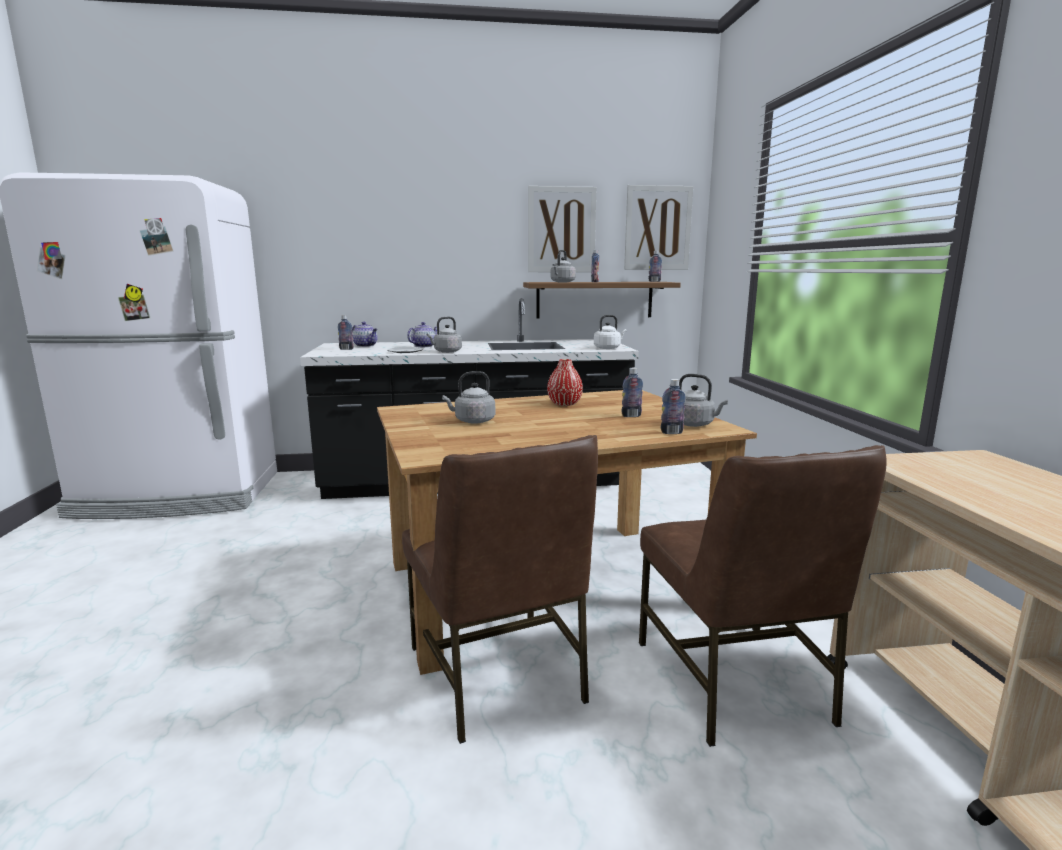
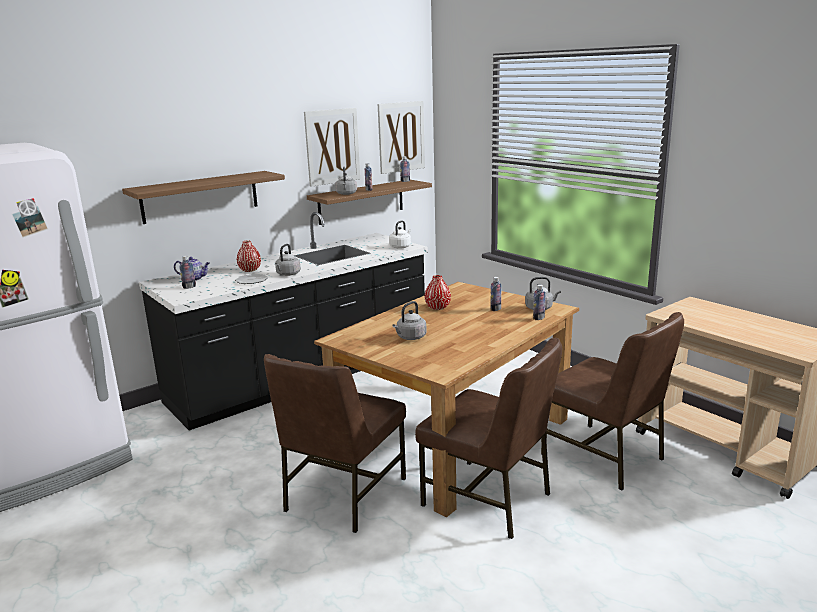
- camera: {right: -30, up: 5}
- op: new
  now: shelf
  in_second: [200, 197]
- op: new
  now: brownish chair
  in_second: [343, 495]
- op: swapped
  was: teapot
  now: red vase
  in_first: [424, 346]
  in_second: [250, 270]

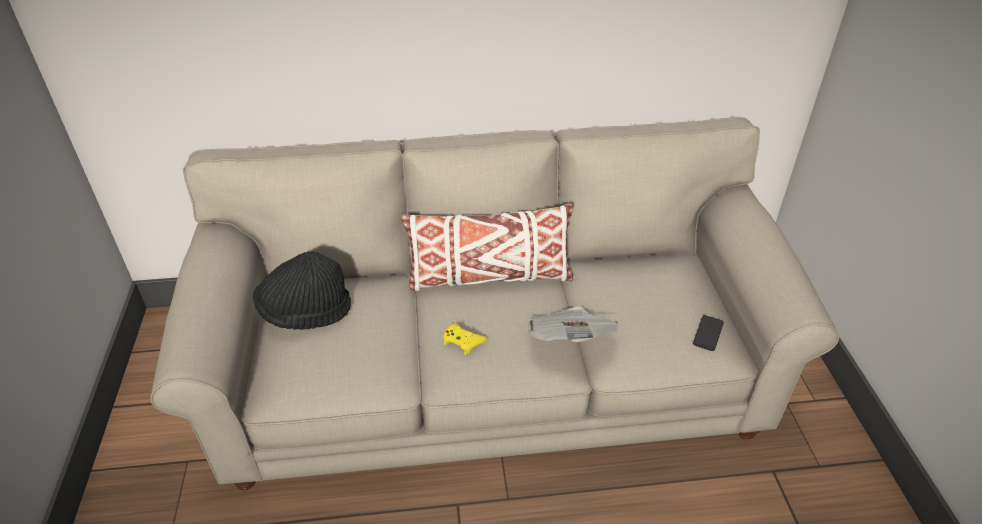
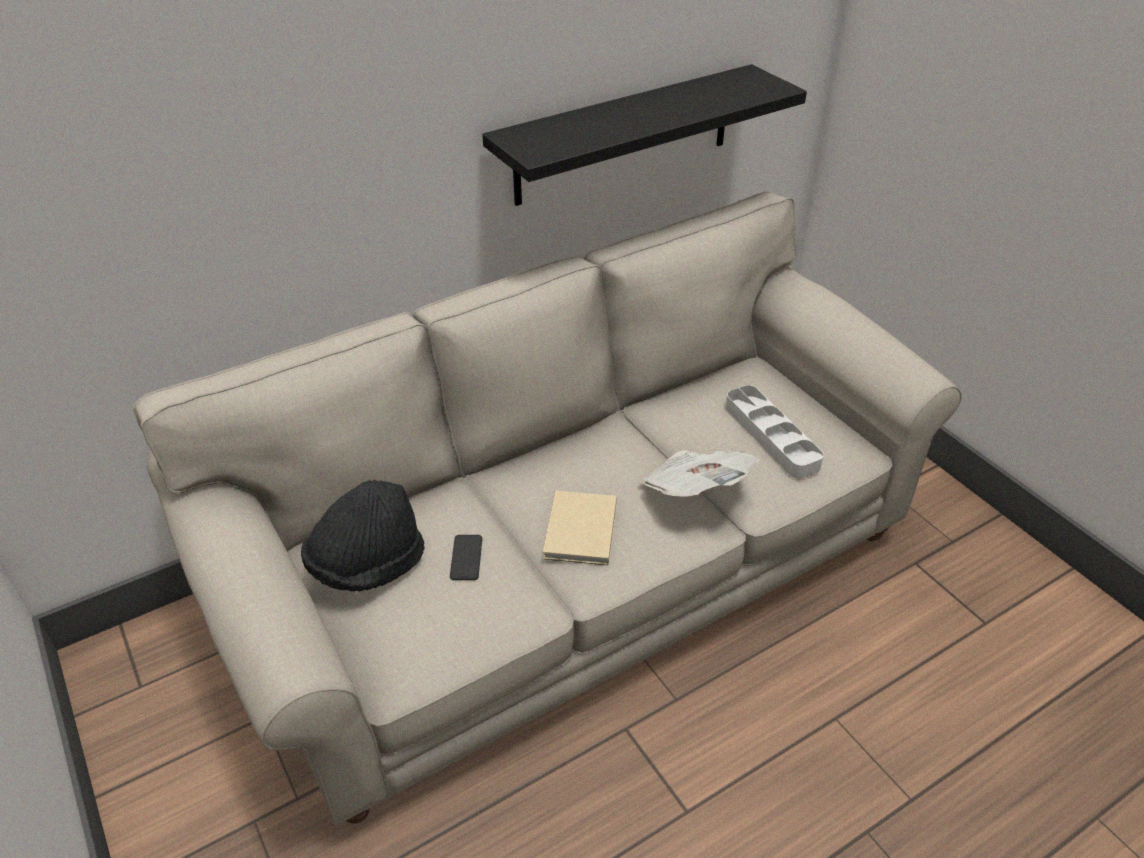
- camera: {right: -25, up: 0}
- op: gone
  was: white-coloured cushion
  in_first: [489, 277]
- op: new
  now: black shelf
  in_second: [624, 135]
- op: new
  now: greyish tray
  in_second: [771, 436]
- op: shifted
  was: phone
  in_first: [708, 333]
  in_second: [466, 558]
- op: swapped
  was: yellow gamepad
  now: sand-coloured volume
  in_first: [463, 341]
  in_second: [579, 532]

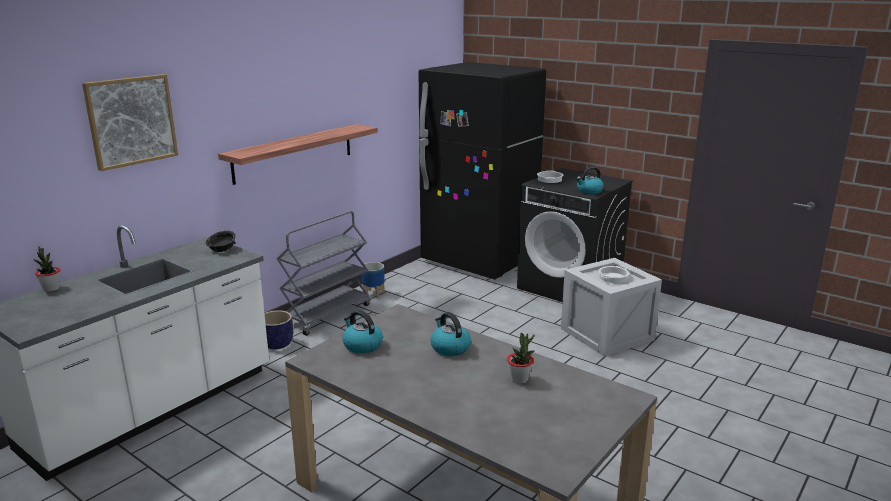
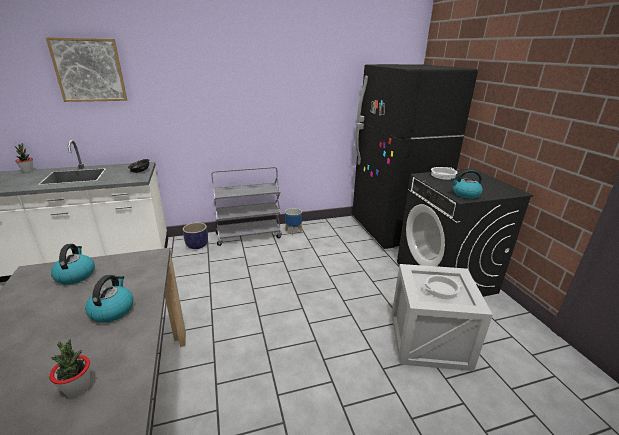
- camera: {right: 35, up: 5}
- op: gone
  was: shelf
  in_first: [294, 153]

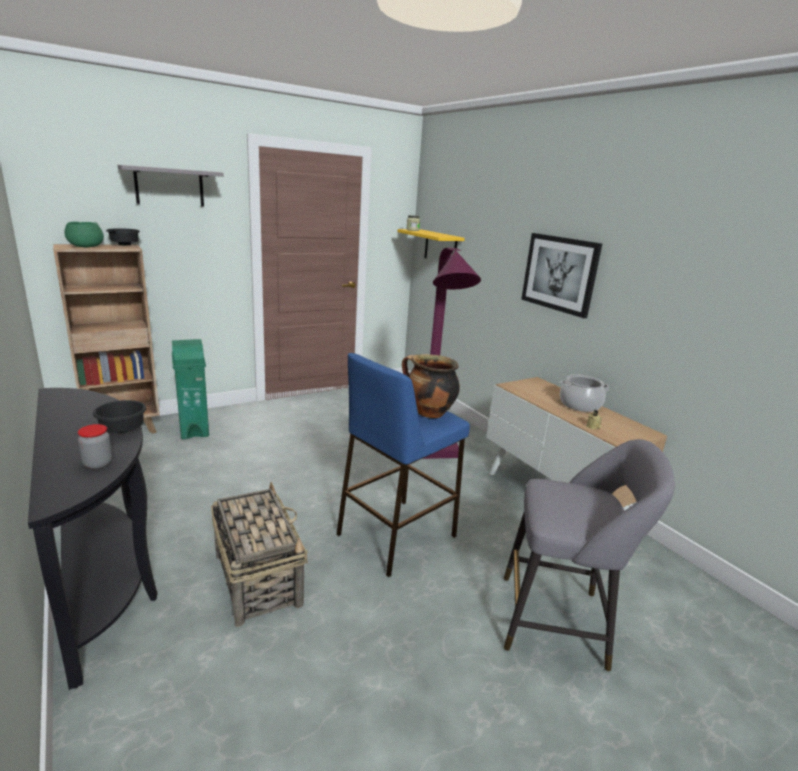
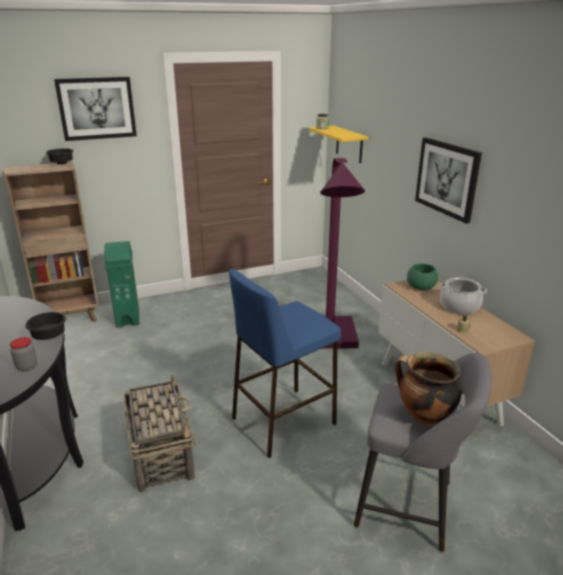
- camera: {right: 10, up: 5}
- op: shifted
  was: green deep dish
  in_first: [86, 246]
  in_second: [421, 286]
- op: shifted
  was: saucepot
  in_first: [428, 413]
  in_second: [423, 416]
- op: swapped
  was: greyish shelf
  now: wall picture
  in_first: [169, 186]
  in_second: [97, 108]

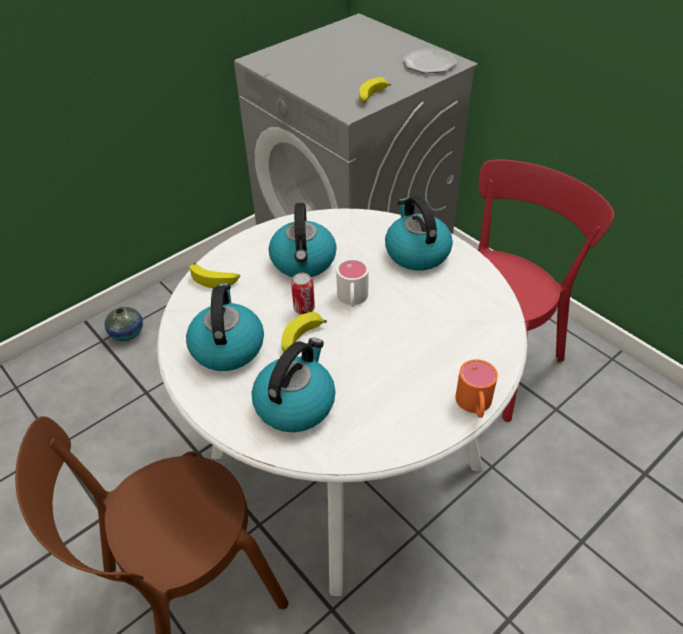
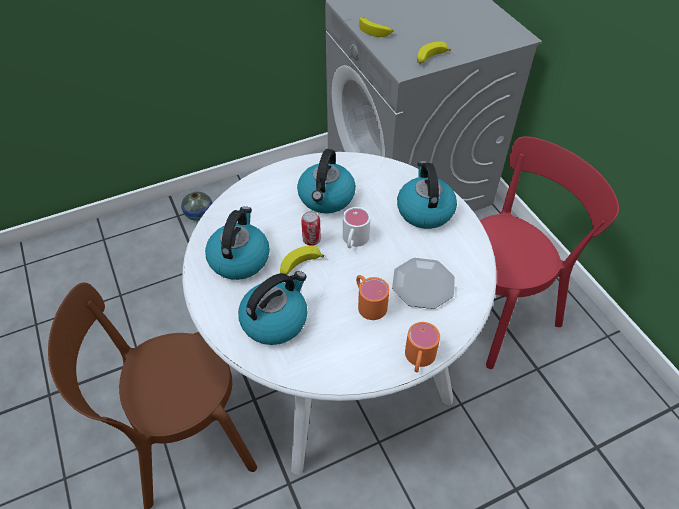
- camera: {right: 15, up: 5}
- op: new
  now: orangey coffee mug
  in_second: [368, 302]
- op: shifted
  was: whole banana
  in_first: [215, 279]
  in_second: [375, 31]
- op: shifted
  was: dinner plate
  in_first: [429, 63]
  in_second: [423, 284]

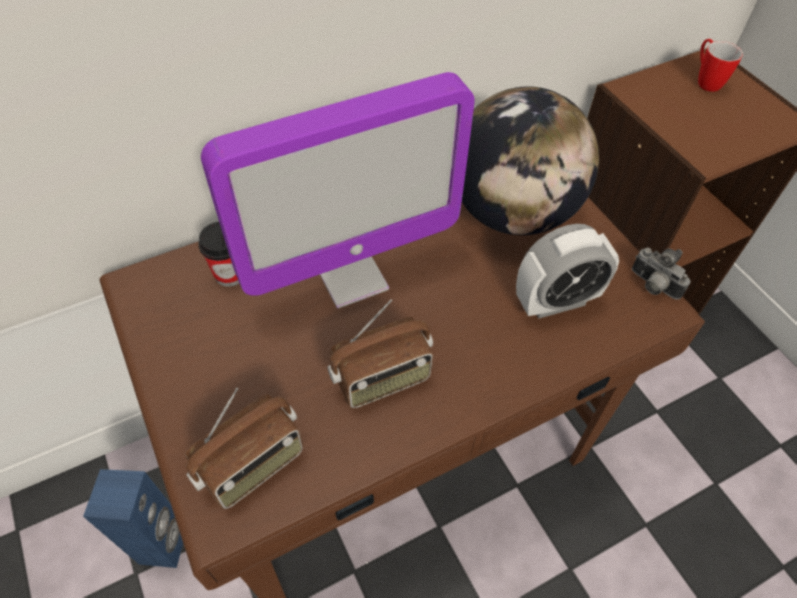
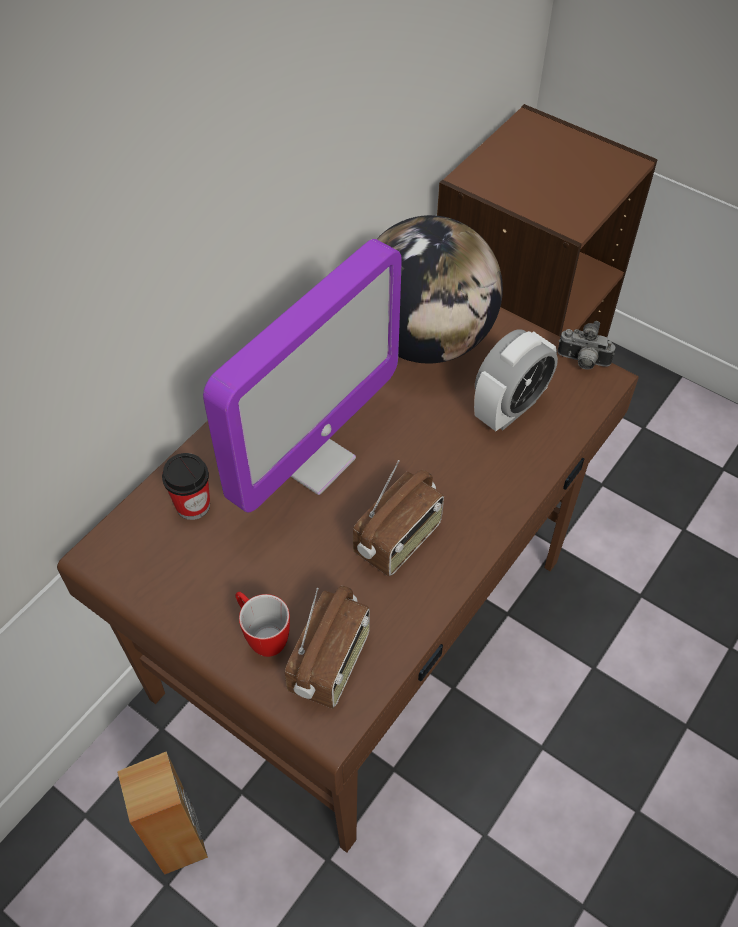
- camera: {right: -25, up: 0}
- op: shifted
  was: coffee mug
  in_first: [705, 81]
  in_second: [262, 635]
- op: repainted
  was: bluish audio speaker
  now: brownish audio speaker
  in_first: [164, 544]
  in_second: [180, 842]

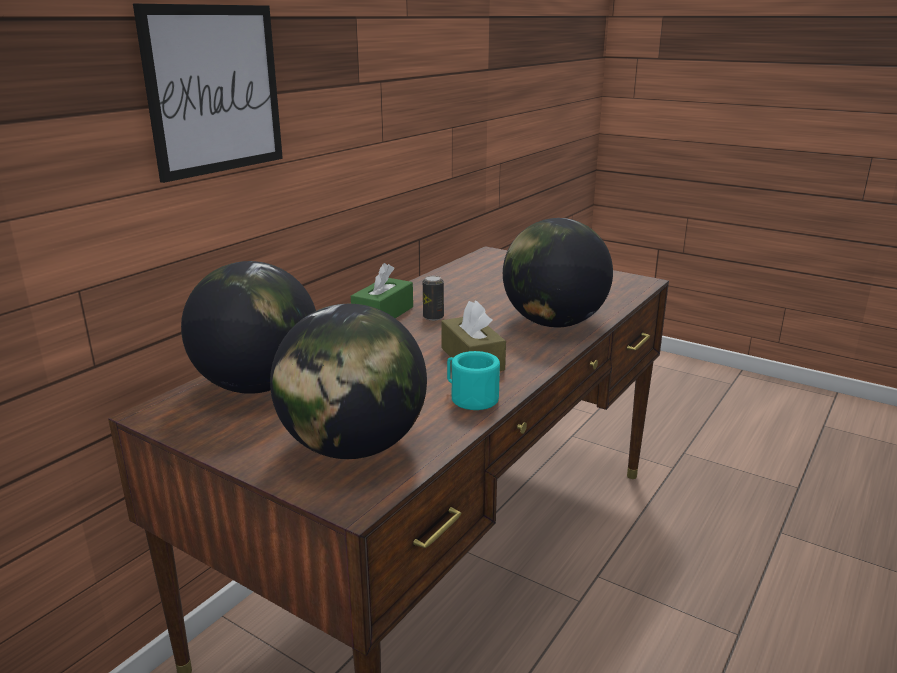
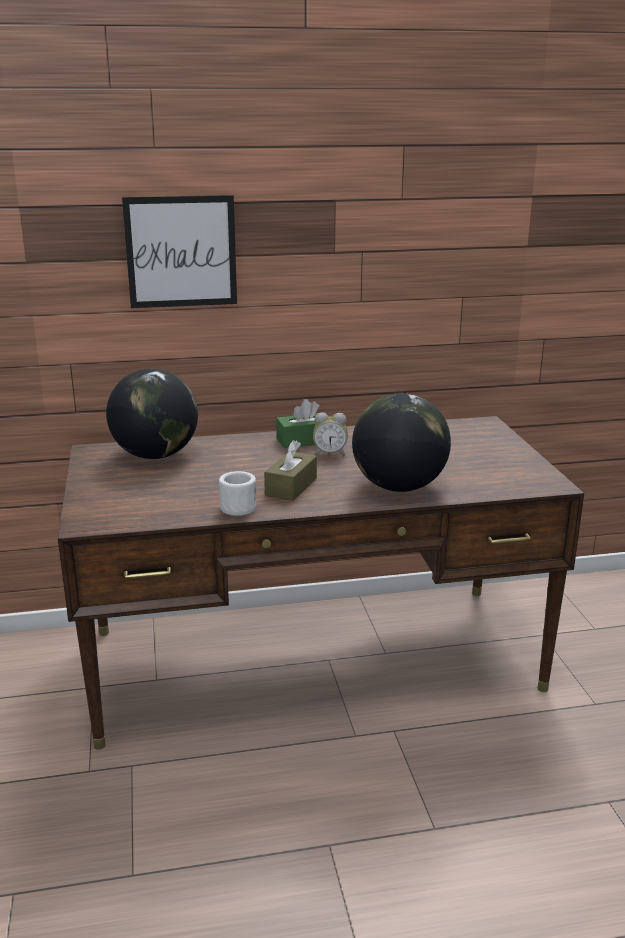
- camera: {right: 45, up: 0}
- op: gone
  was: world globe
  in_first: [353, 447]
- op: swapped
  was: sealed can
  now: bedside clock
  in_first: [433, 317]
  in_second: [330, 453]
- op: repainted
  was: blue-green coffee mug
  now: white-coloured coffee mug
  in_first: [470, 397]
  in_second: [238, 506]

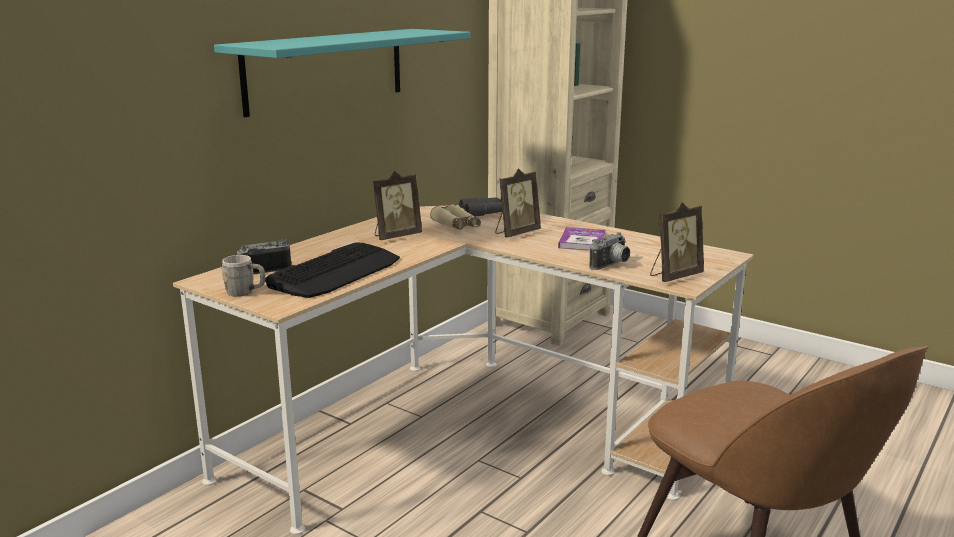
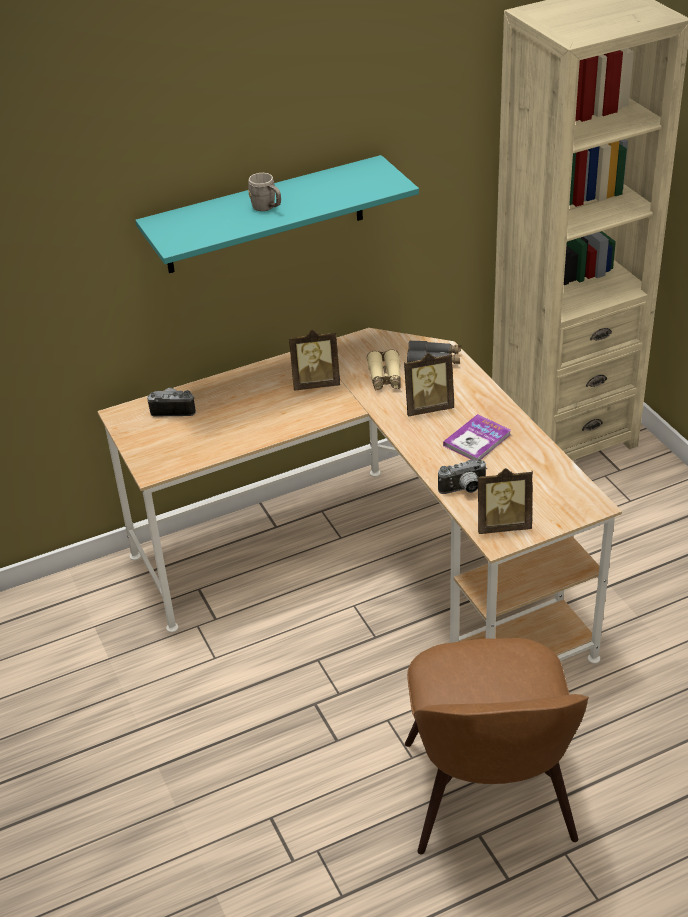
- camera: {right: 30, up: 20}
- op: gone
  was: keyboard
  in_first: [336, 272]
- op: shifted
  was: greyish coffee mug
  in_first: [245, 293]
  in_second: [267, 208]

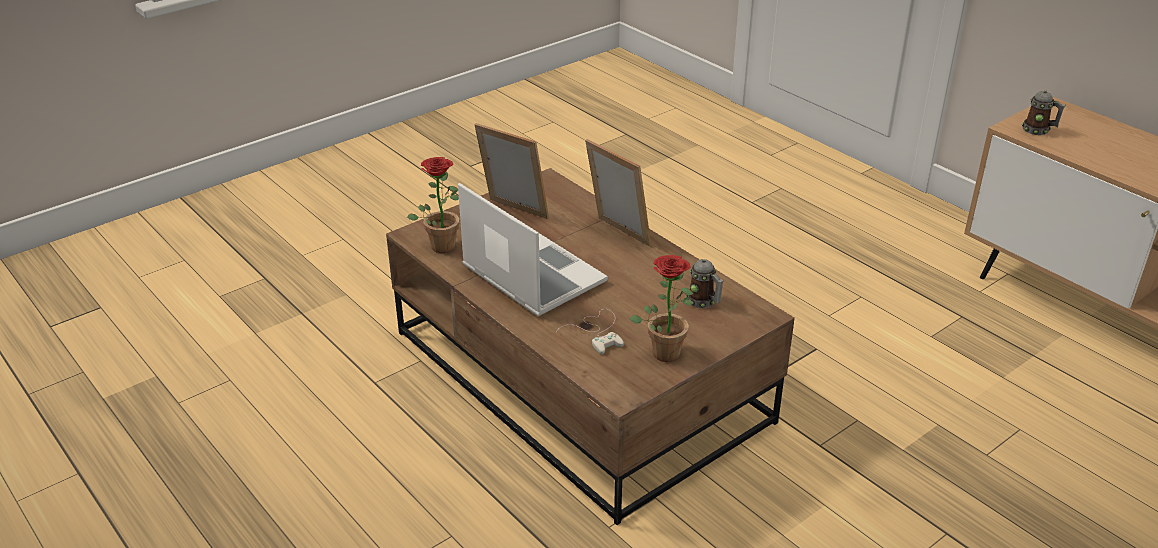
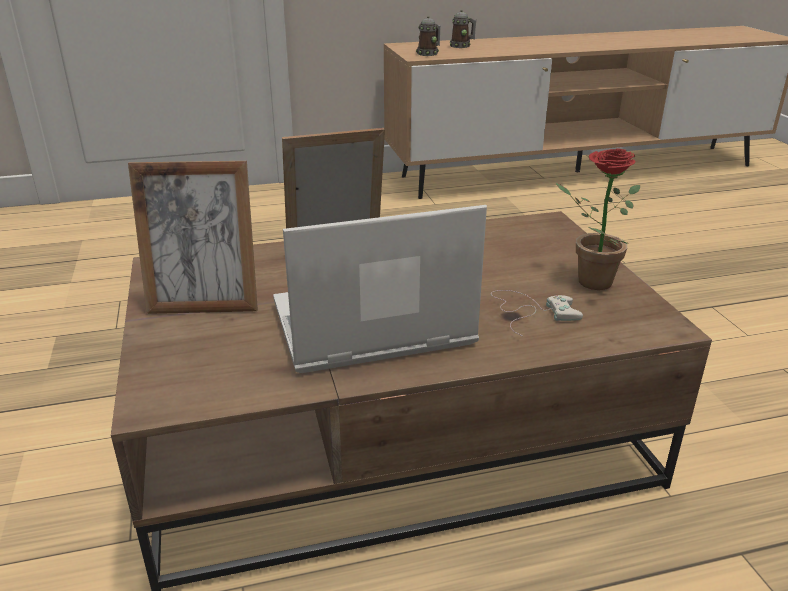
- camera: {right: -65, up: -5}
- op: gone
  was: potted plant
  in_first: [442, 243]
- op: shifted
  was: coffee mug
  in_first: [704, 302]
  in_second: [462, 46]
- op: rotated
  was: photo frame
  in_first: [513, 212]
  in_second: [205, 304]
  clockwise: -150

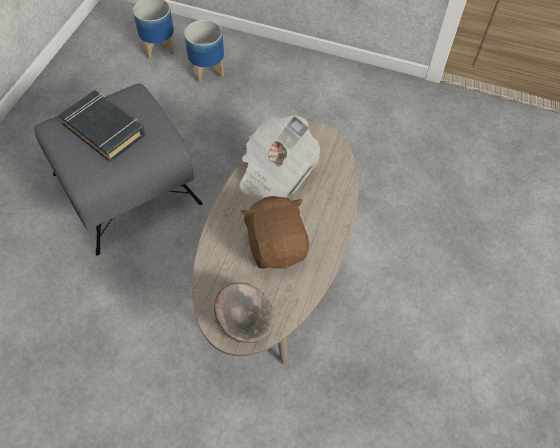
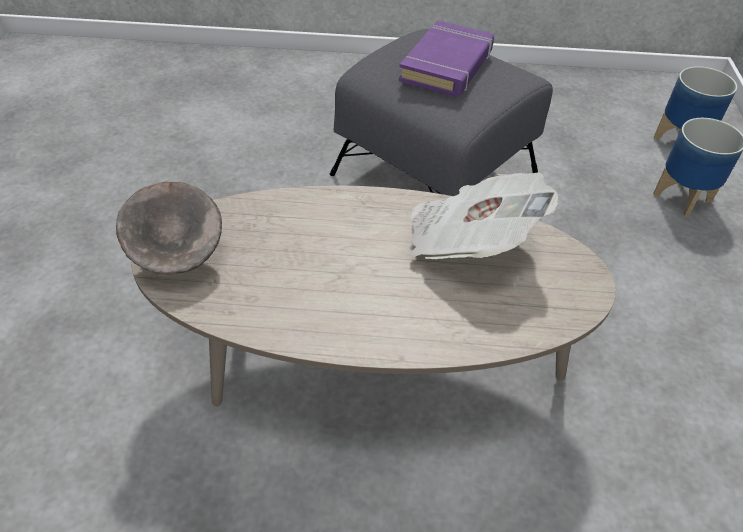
- camera: {right: 75, up: -10}
- op: gone
  was: brownish cuddly toy
  in_first: [276, 246]
- op: repainted
  was: black volume
  now: purplish volume
  in_first: [104, 129]
  in_second: [447, 66]

